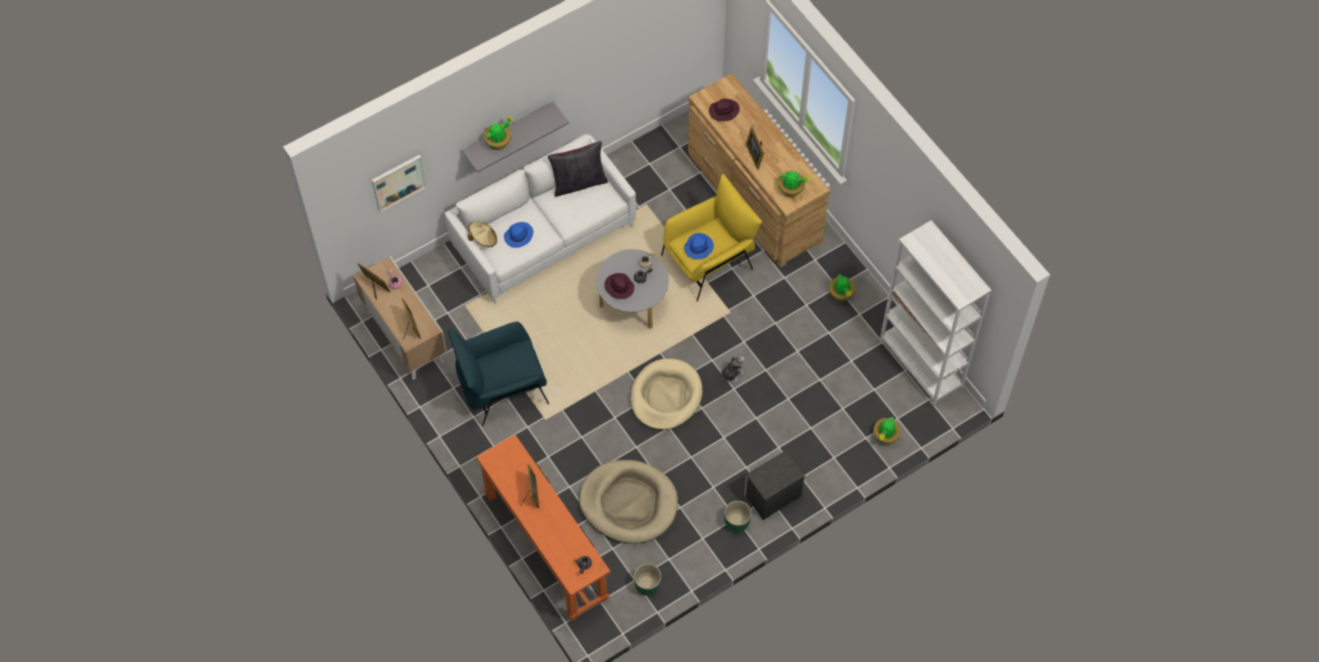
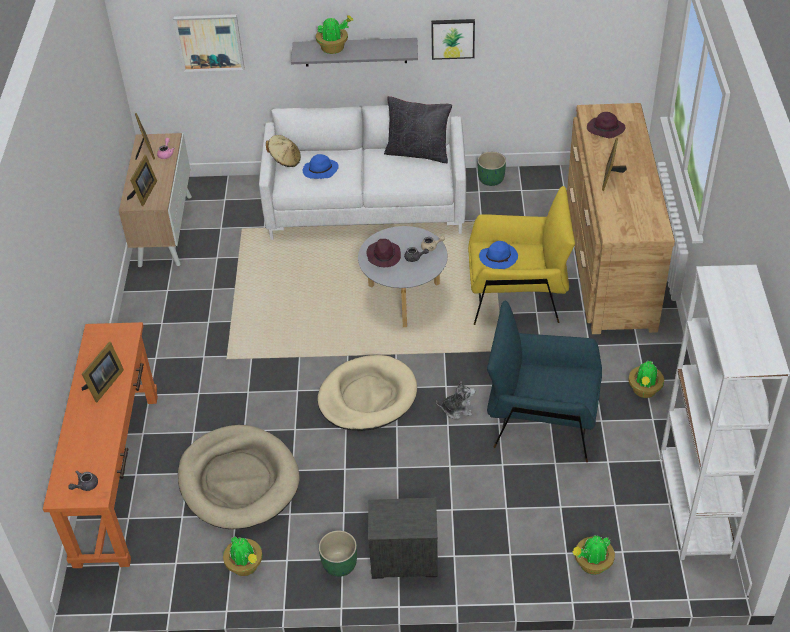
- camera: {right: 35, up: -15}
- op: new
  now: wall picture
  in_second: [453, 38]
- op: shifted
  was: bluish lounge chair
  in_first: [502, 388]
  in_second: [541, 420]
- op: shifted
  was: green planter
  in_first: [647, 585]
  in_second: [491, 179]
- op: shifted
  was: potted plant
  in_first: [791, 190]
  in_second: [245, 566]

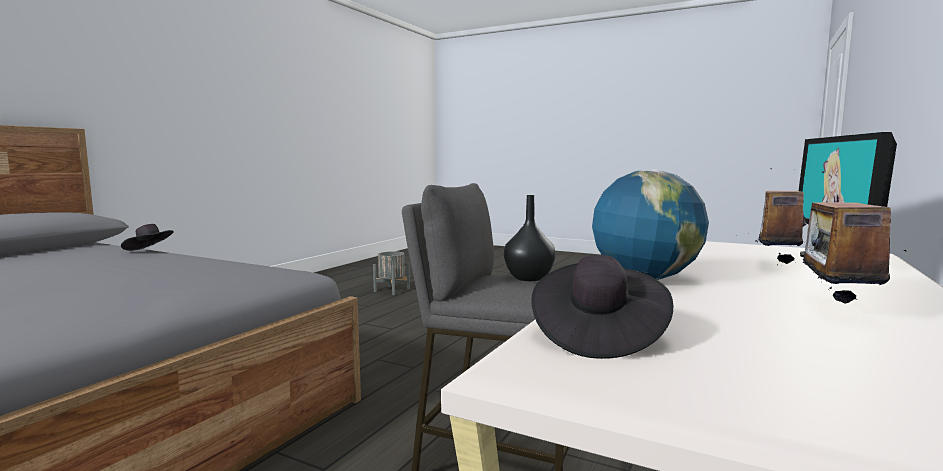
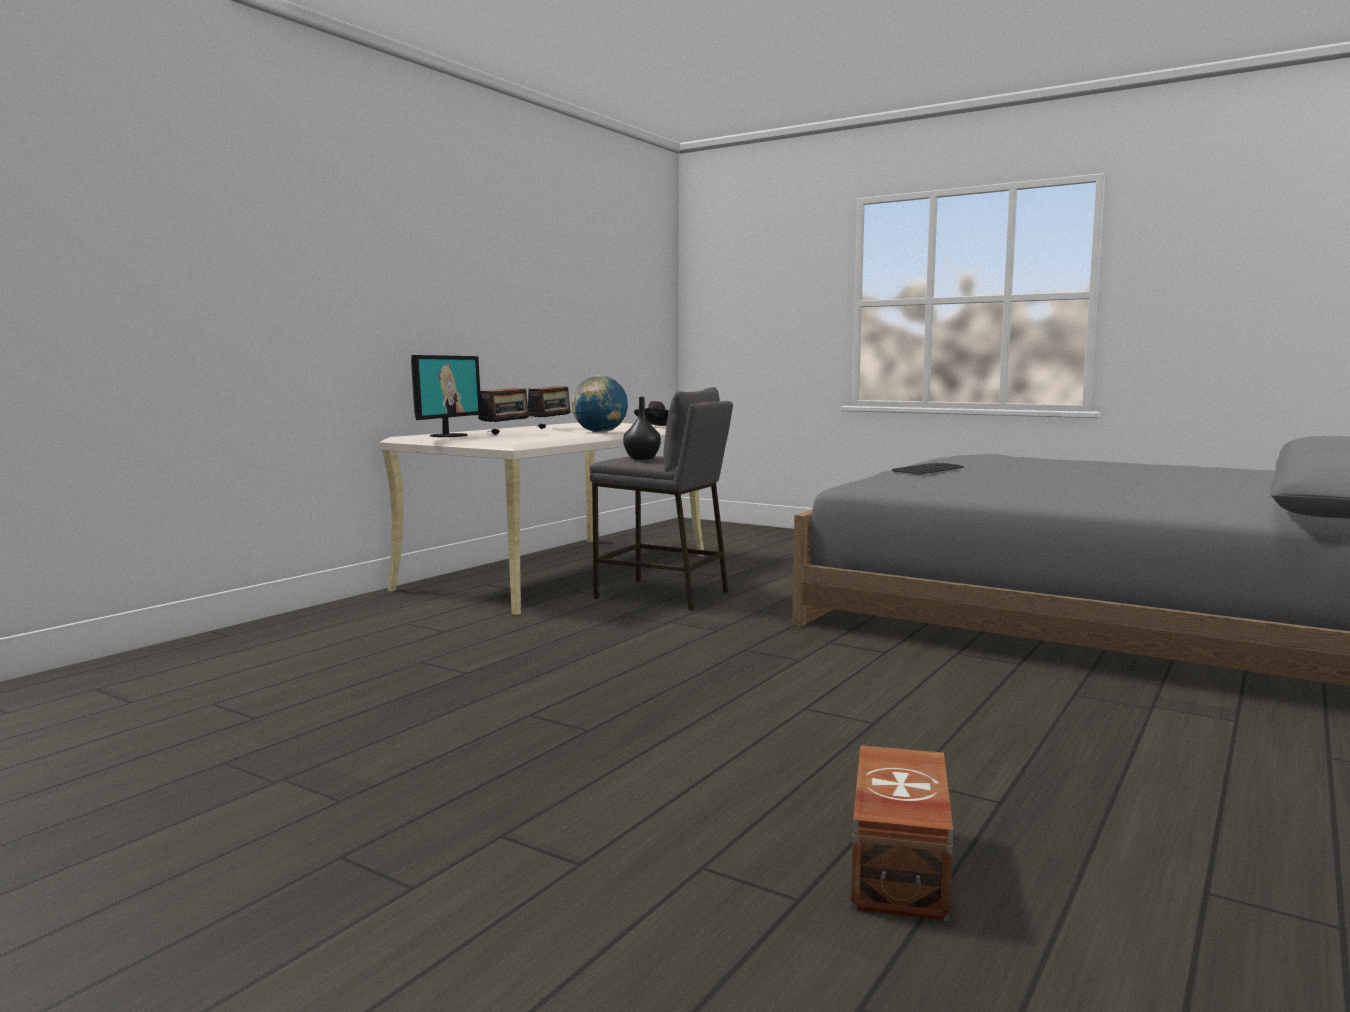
- camera: {right: -175, up: 0}
- op: gone
  was: black hat
  in_first: [150, 251]
- op: new
  now: keyboard
  in_second: [929, 470]
- op: swapped
  was: greyish planter
  now: brownish storage container
  in_first: [391, 290]
  in_second: [896, 867]

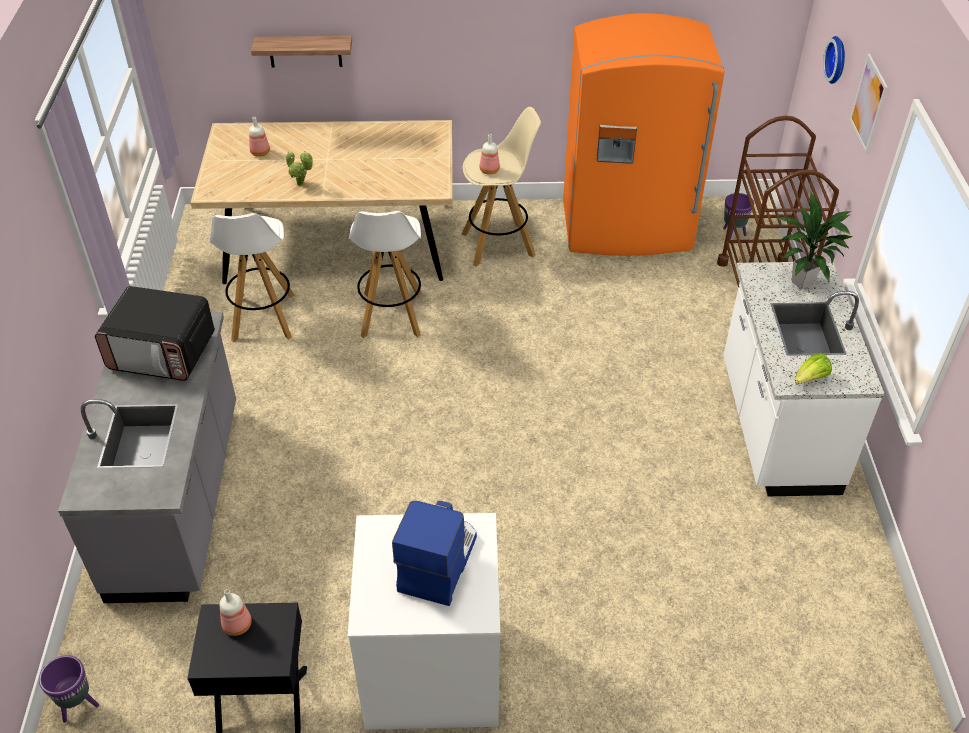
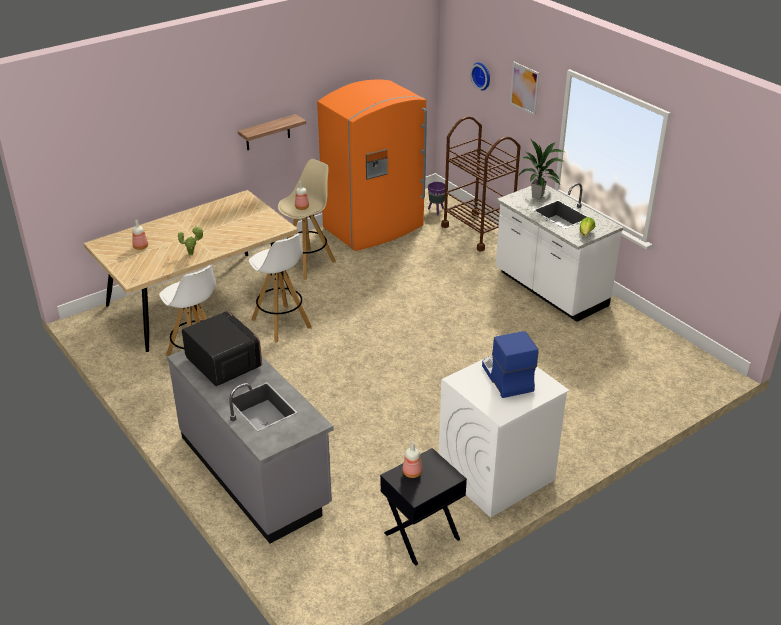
- camera: {right: -35, up: -10}
- op: gone
  was: purplish planter
  in_first: [78, 706]
- op: shifted
  was: shelf
  in_first: [305, 51]
  in_second: [267, 132]
- op: rotated
  was: microwave oven
  in_first: [163, 352]
  in_second: [223, 363]
  clockwise: -105

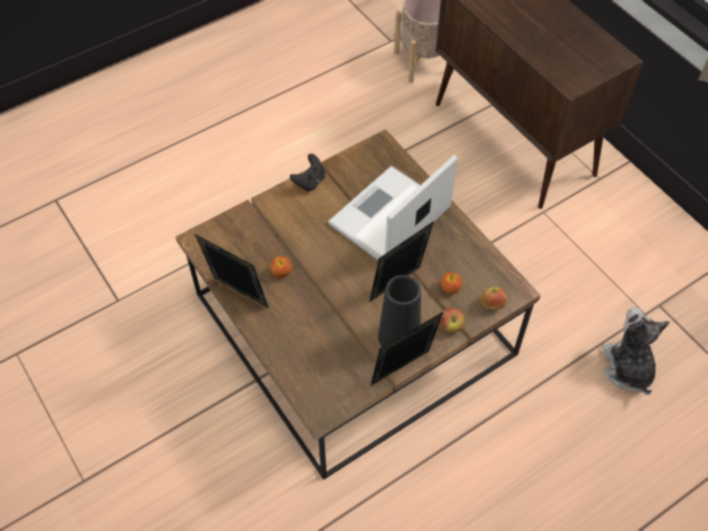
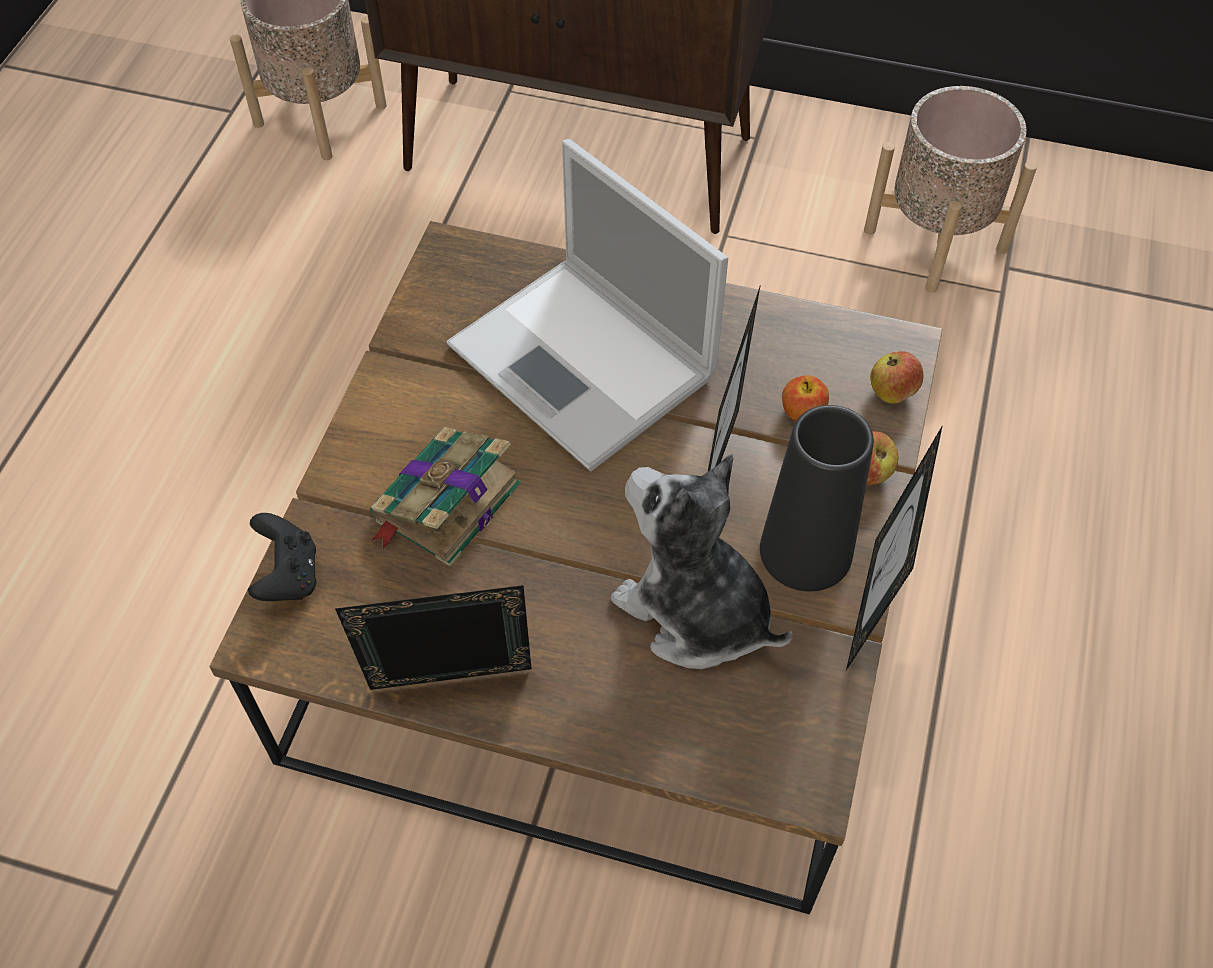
- camera: {right: -40, up: 0}
- op: gone
  was: whole apple
  in_first: [281, 272]
- op: new
  now: volume
  in_second: [444, 504]
- op: new
  now: sand-coloured planter
  in_second: [935, 239]
- op: shifted
  was: black gamepad
  in_first: [309, 181]
  in_second: [288, 576]
- op: shifted
  was: cuddly toy
  in_first: [627, 368]
  in_second: [694, 611]
- op: rotated
  was: laptop
  in_first: [388, 218]
  in_second: [585, 363]
  clockwise: -45

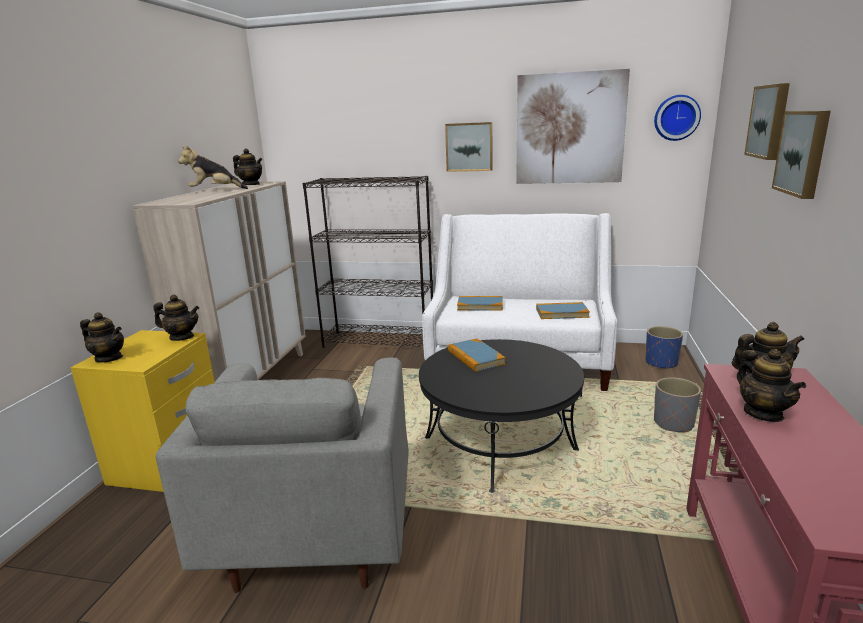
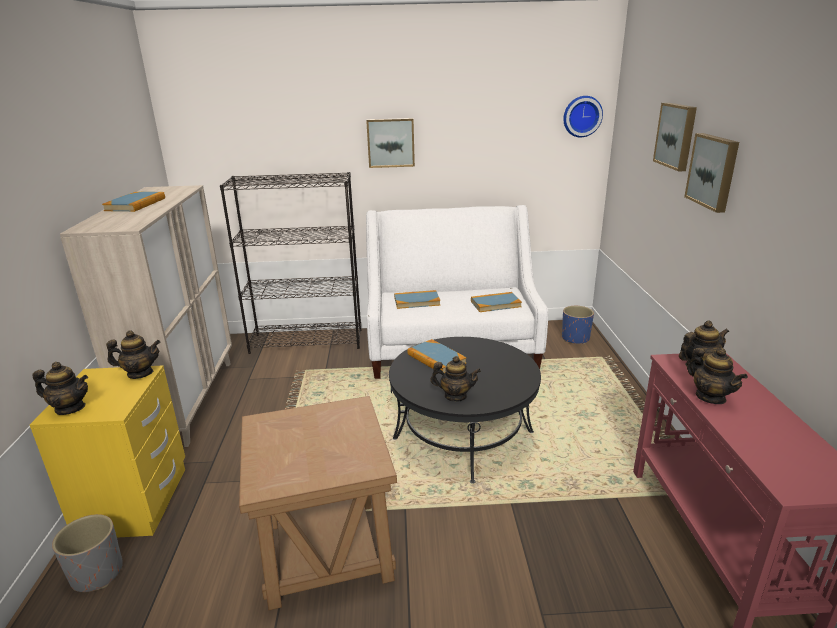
- camera: {right: -15, up: 5}
- op: gone
  was: wall picture
  in_first: [570, 129]
- op: shifted
  was: teapot
  in_first: [251, 185]
  in_second: [455, 396]
- op: shifted
  was: greyish planter
  in_first: [673, 423]
  in_second: [97, 573]
- op: swapped
  was: greyish lounge chair
  now: brownish end table
  in_first: [314, 534]
  in_second: [325, 551]
- op: swapped
  was: cuddly toy
  now: volume
  in_first: [215, 191]
  in_second: [136, 204]

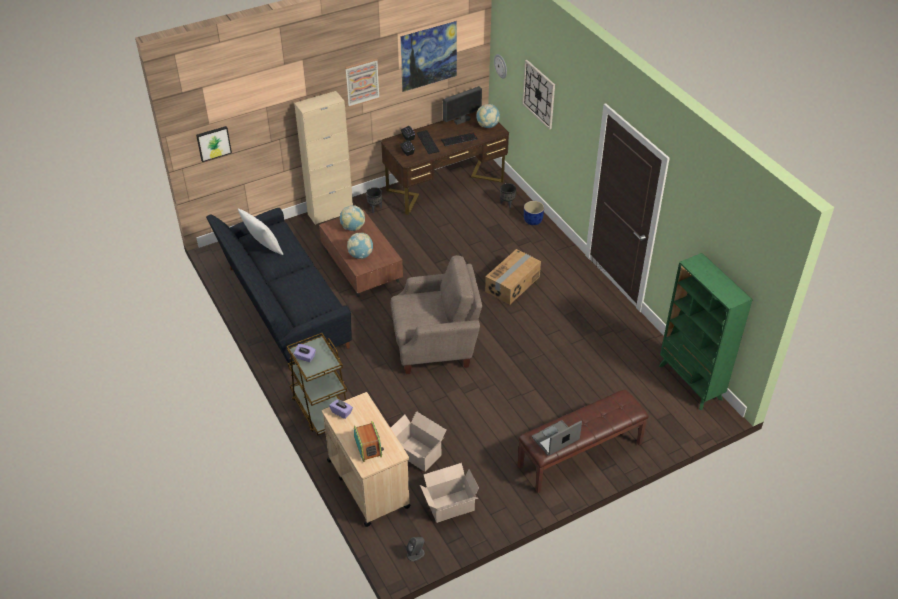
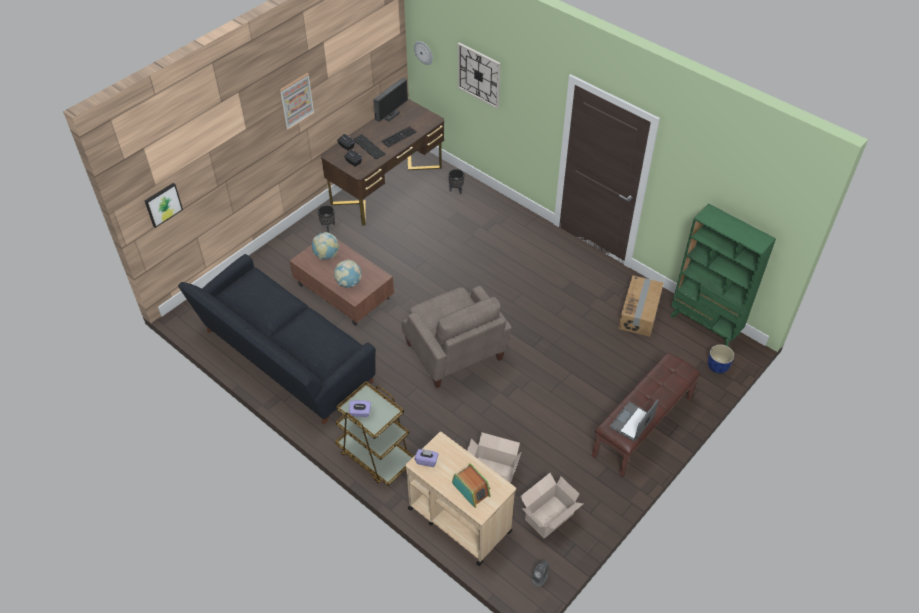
- camera: {right: -20, up: 5}
- op: gone
  was: white-coloured cushion
  in_first: [263, 247]
- op: gone
  was: sand-coloured storage cabinet
  in_first: [330, 213]
- op: gone
  was: wall picture
  in_first: [429, 70]
- op: gone
  was: world globe
  in_first: [487, 126]
- op: shifted
  was: packing box
  in_first: [513, 284]
  in_second: [640, 313]
- op: shifted
  was: bluish planter
  in_first: [533, 221]
  in_second: [718, 366]
- op: rotated
  was: sand-coloured lounge chair
  in_first: [435, 344]
  in_second: [455, 353]
  clockwise: 90

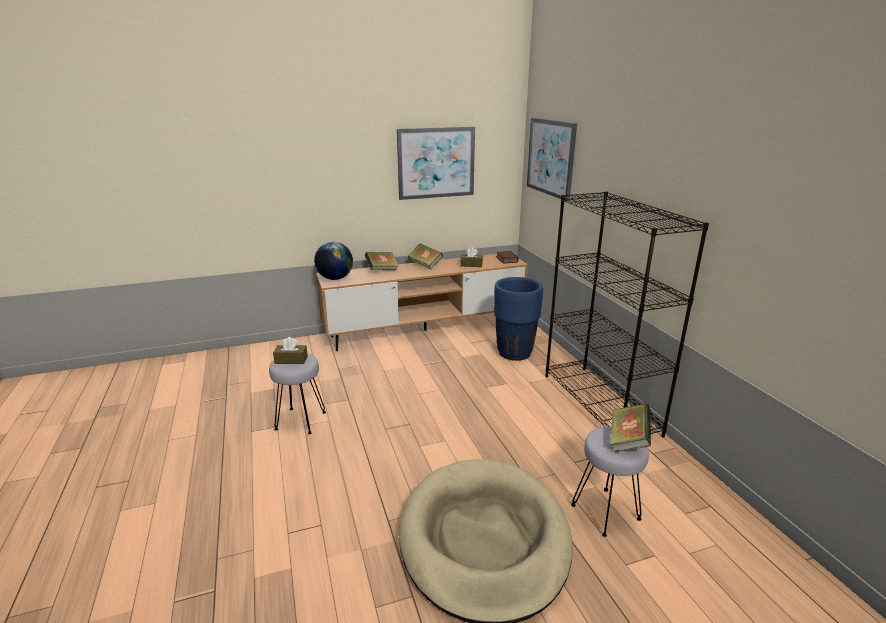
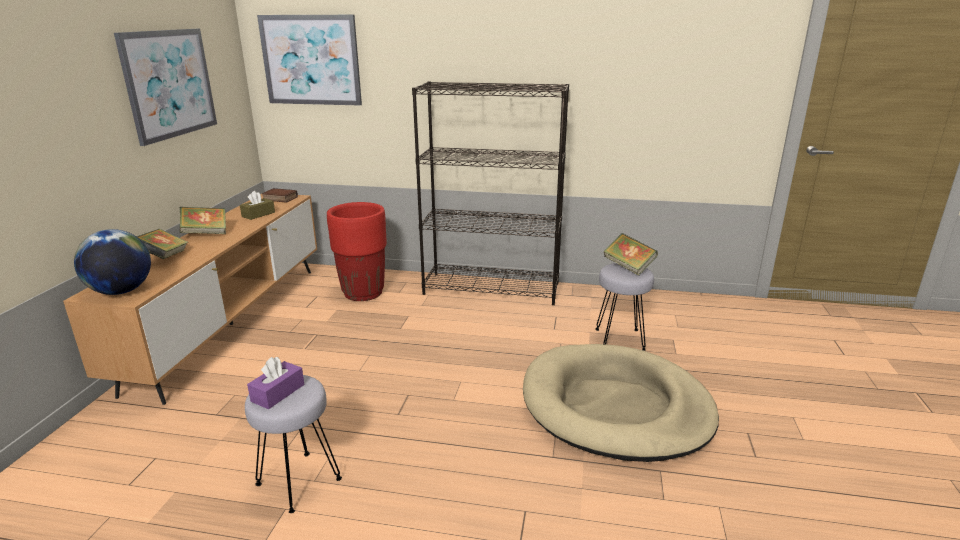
- camera: {right: -60, up: 0}
- op: repainted
  was: brownish tissue box
  now: purplish tissue box
  in_first: [291, 360]
  in_second: [278, 393]
- op: repainted
  was: bluish planter
  now: red planter
  in_first: [514, 353]
  in_second: [363, 293]

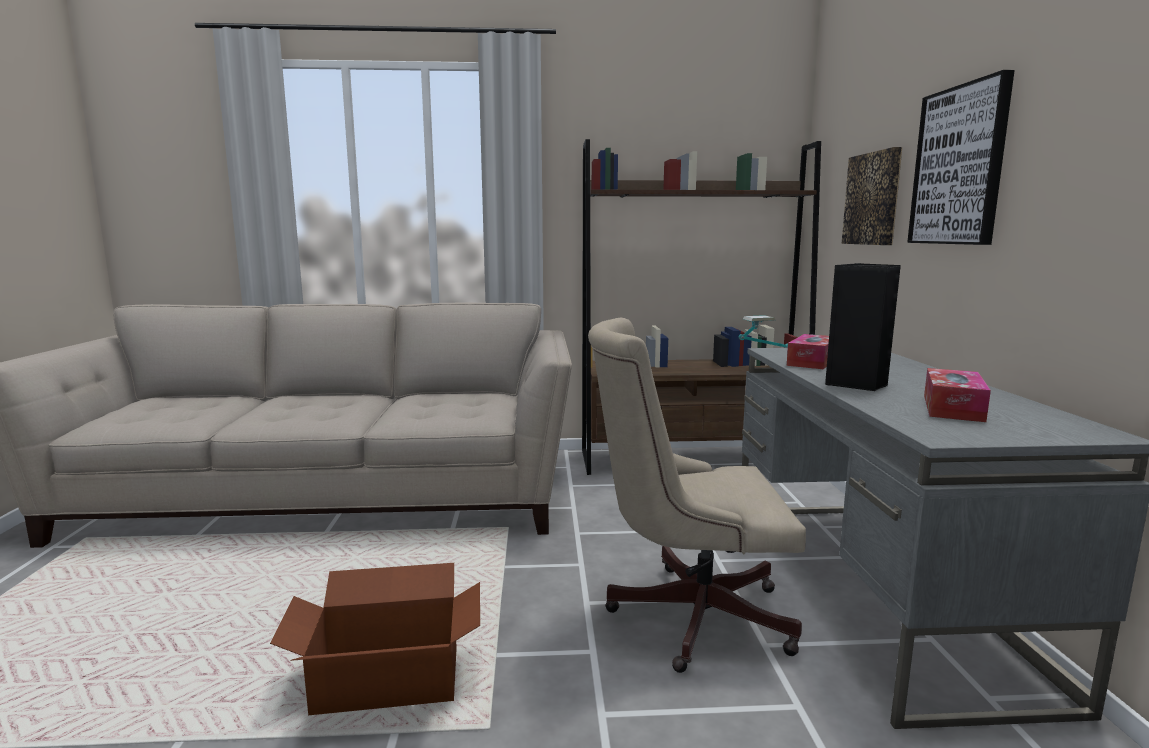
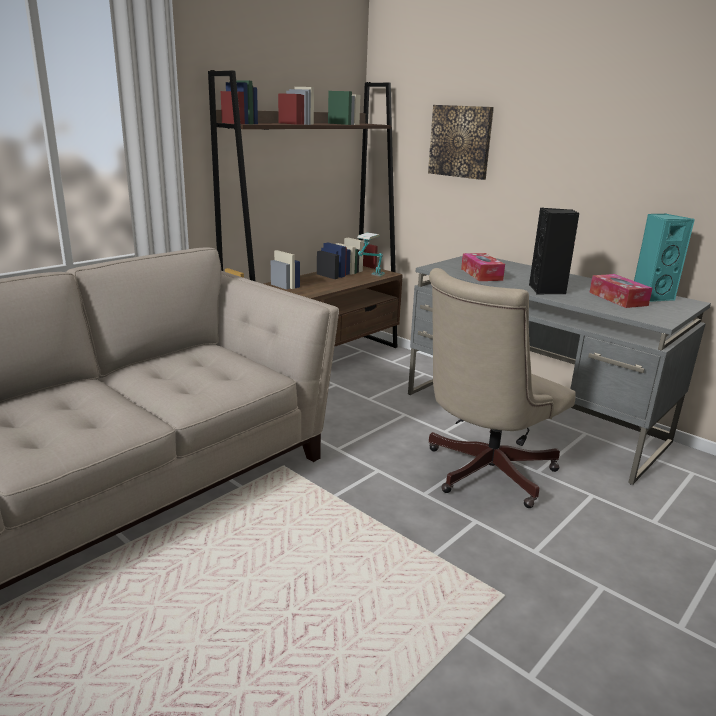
- camera: {right: -45, up: 10}
- op: gone
  was: packing box
  in_first: [387, 680]
- op: gone
  was: wall picture
  in_first: [959, 166]
- op: new
  now: blue-green audio speaker
  in_second: [651, 297]

